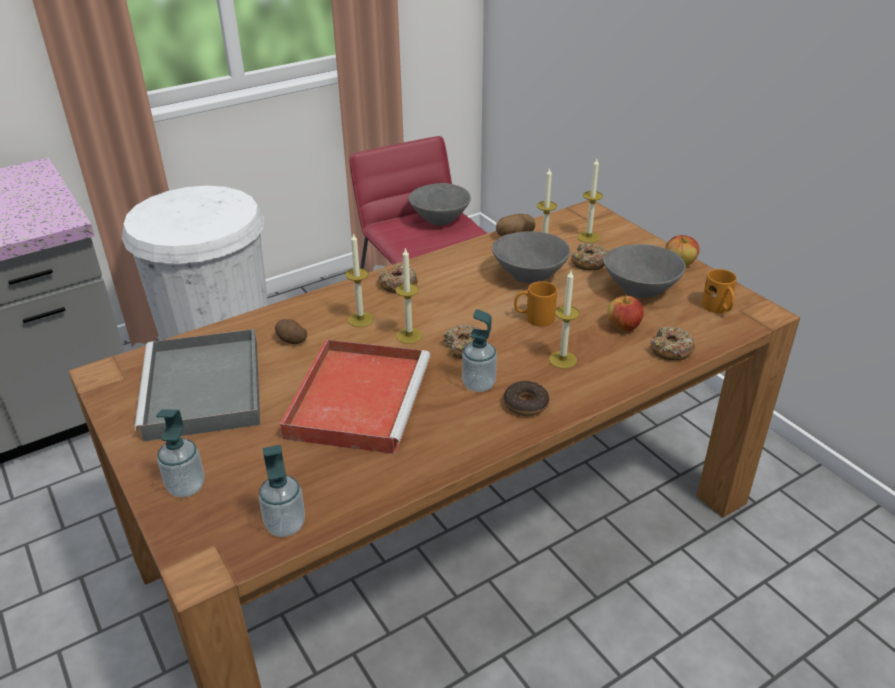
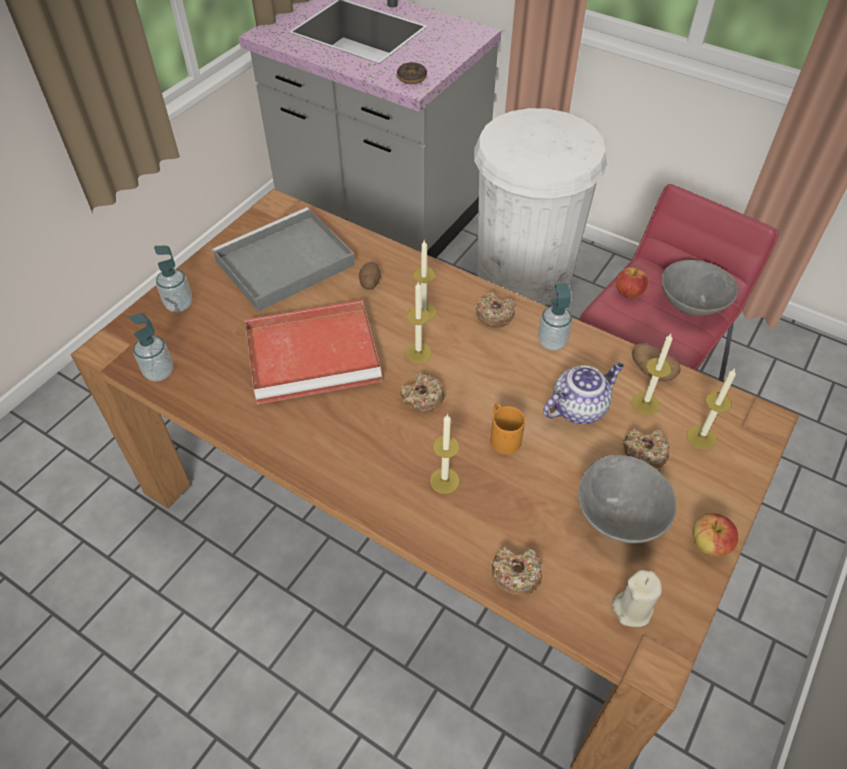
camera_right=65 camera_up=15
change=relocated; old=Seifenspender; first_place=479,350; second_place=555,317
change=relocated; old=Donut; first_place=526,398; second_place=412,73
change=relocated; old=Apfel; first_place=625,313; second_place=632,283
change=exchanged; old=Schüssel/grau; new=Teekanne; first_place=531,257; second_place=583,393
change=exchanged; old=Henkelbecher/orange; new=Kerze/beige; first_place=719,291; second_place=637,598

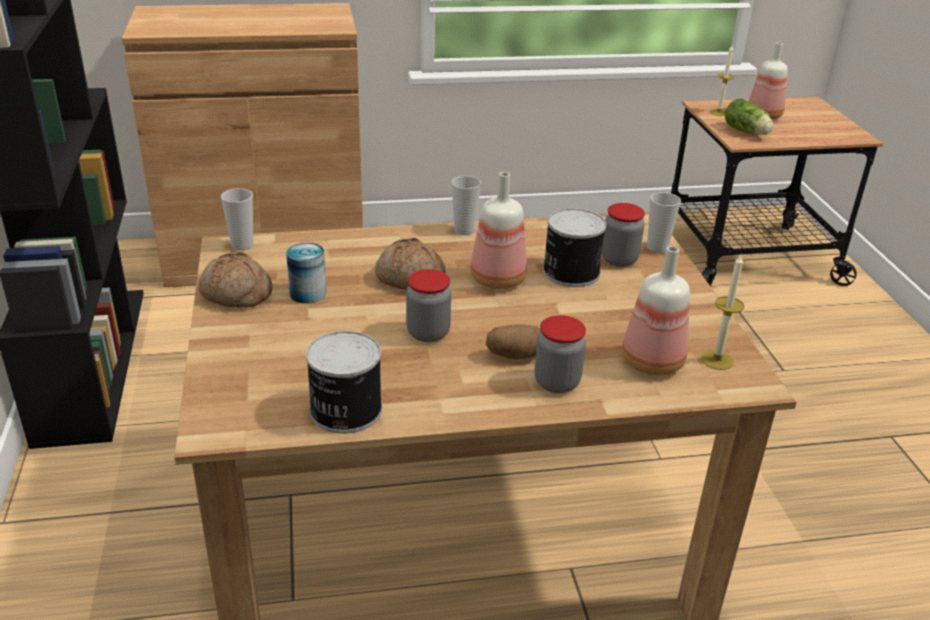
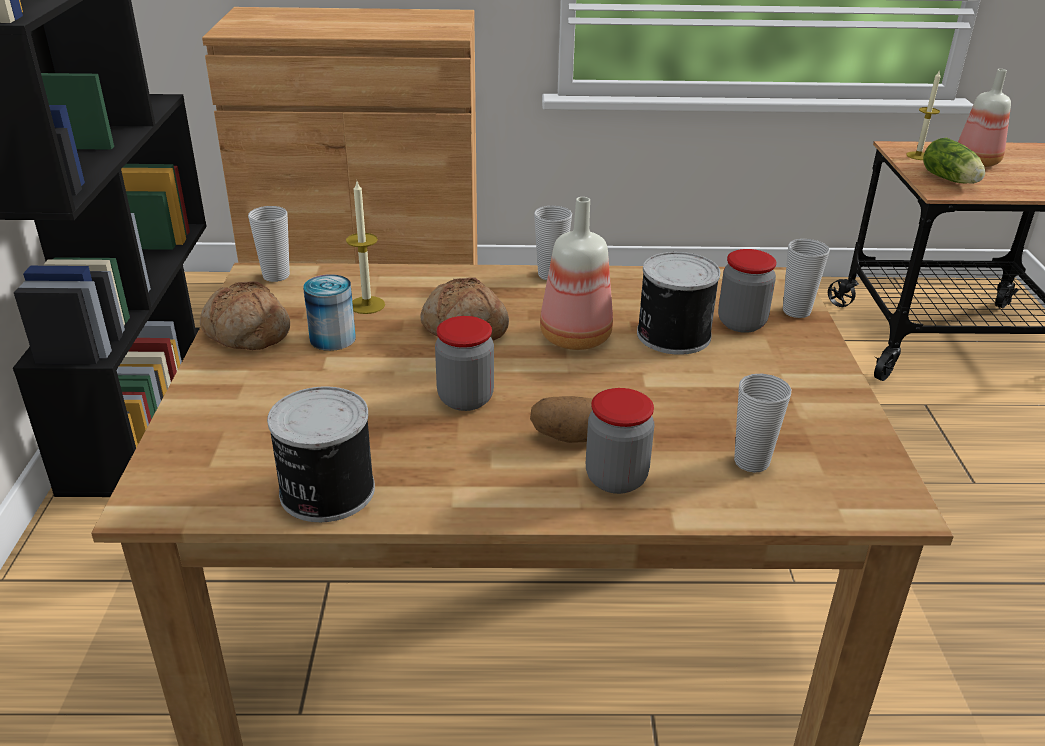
camera_right=10 camera_up=0
change=relocated; old=Kerze; first_place=722,312; second_place=365,247
change=exchanged; old=Flasche; new=Tasse; first_place=656,310; second_place=762,423

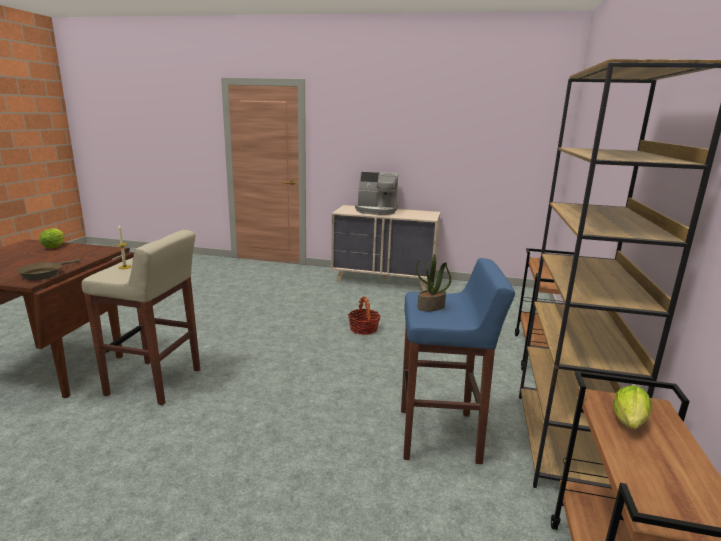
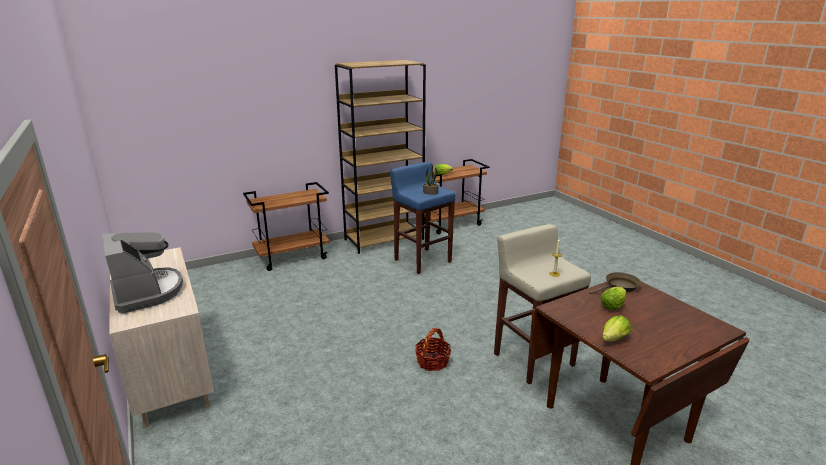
camera_right=-130 camera_up=5
change=appeared; new=Salatkopf; second_place=613,298
change=relocated; old=Korb; first_place=364,315; second_place=433,349

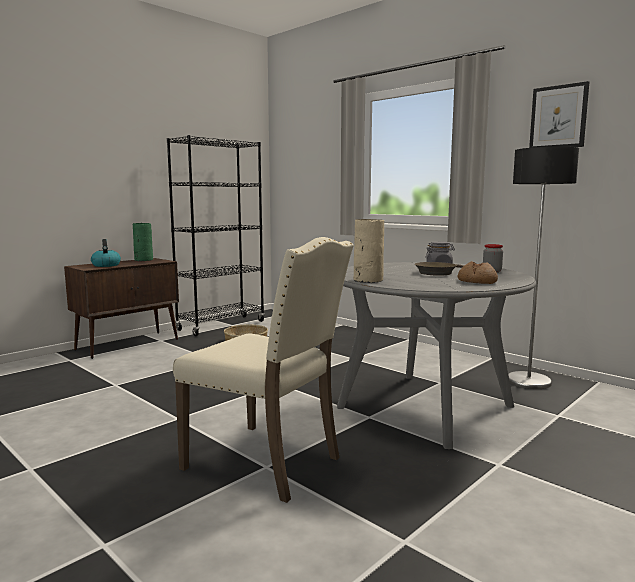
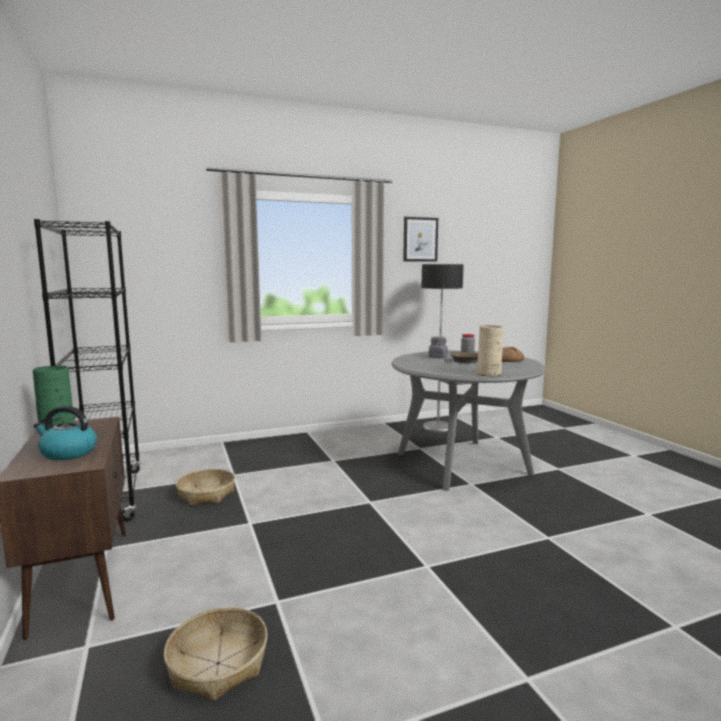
camera_right=-65 camera_up=0
change=missing; old=Stuhl/beige; first_place=263,370
change=appeared; new=Korb; second_place=216,654

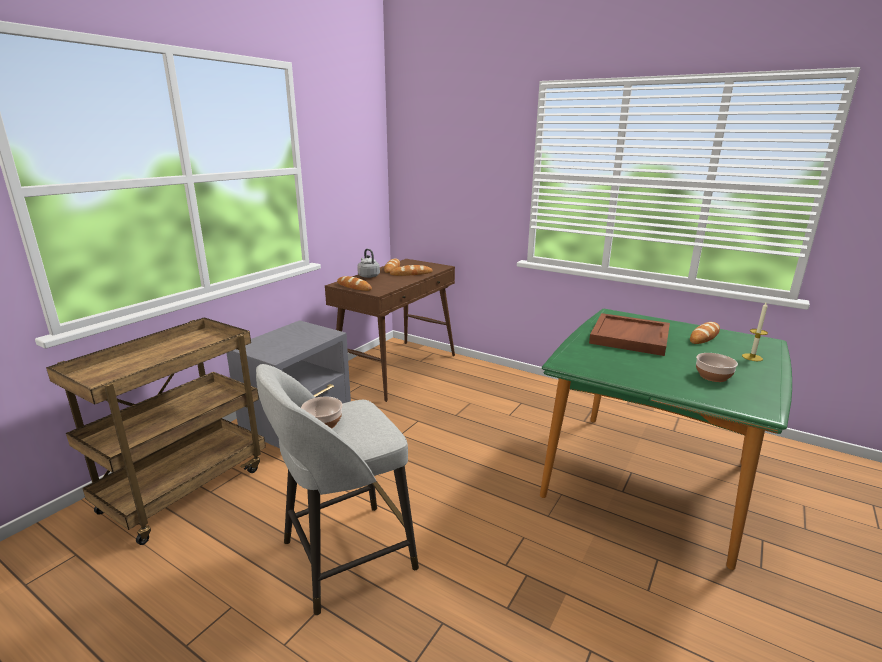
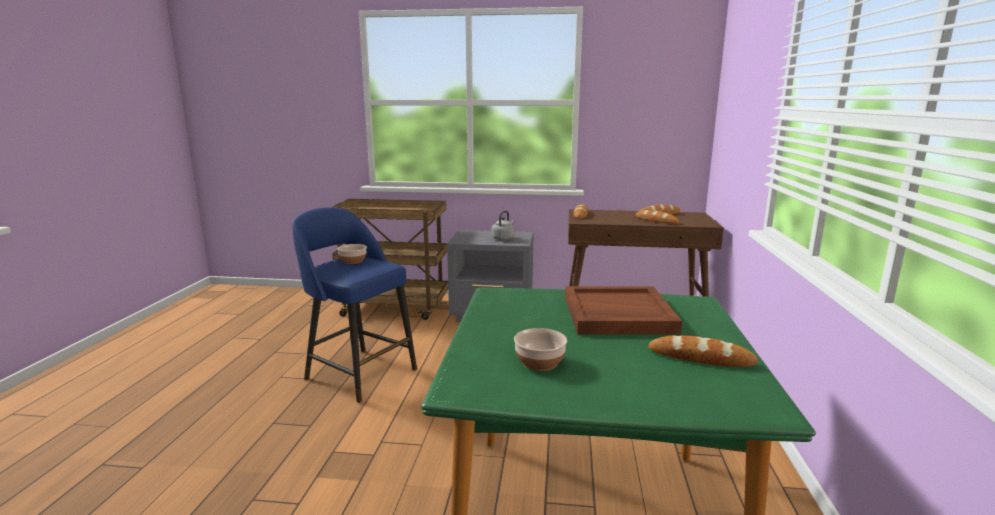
camera_right=65 camera_up=-5
change=missing; old=Kerze; first_place=755,331
change=relocated; old=Wasserkessel/grau; first_place=368,263; second_place=503,225
change=colour; old=Hocker/grau; new=Hocker/blau; first_place=337,489; second_place=354,305

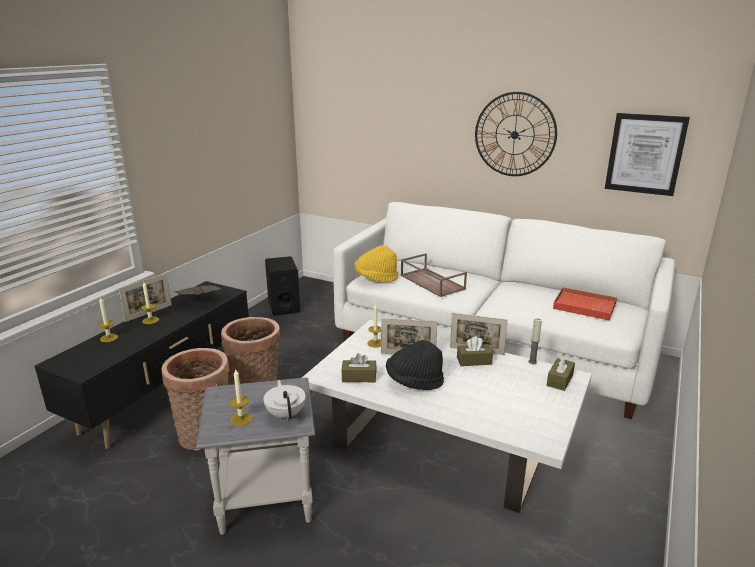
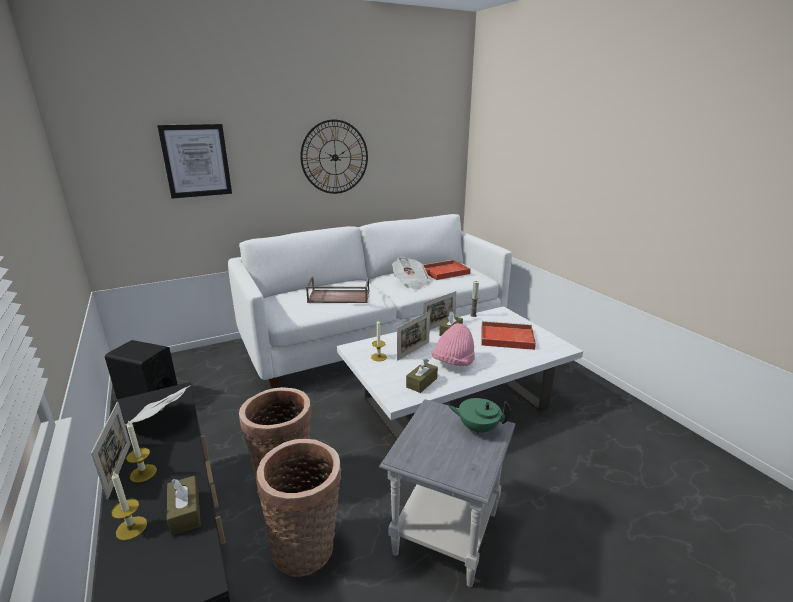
camera_right=-55 camera_up=0
change=missing; old=Kerze; first_place=241,397
change=missing; old=Hut/gelb; first_place=376,263
change=appeared; new=Zeitung; second_place=411,273
change=appeared; new=Tablett/rot; second_place=508,335
change=relocated; old=Taschentuchbox/braun; first_place=561,373; second_place=184,506
change=relocated; old=Bild; first_place=647,154; second_place=194,161
change=colour; old=Teekanne/weiß; new=Teekanne/grün; first_place=284,400; second_place=479,416
change=colour; old=Hut/schwarz; new=Hut/rosa; first_place=415,365; second_place=453,344

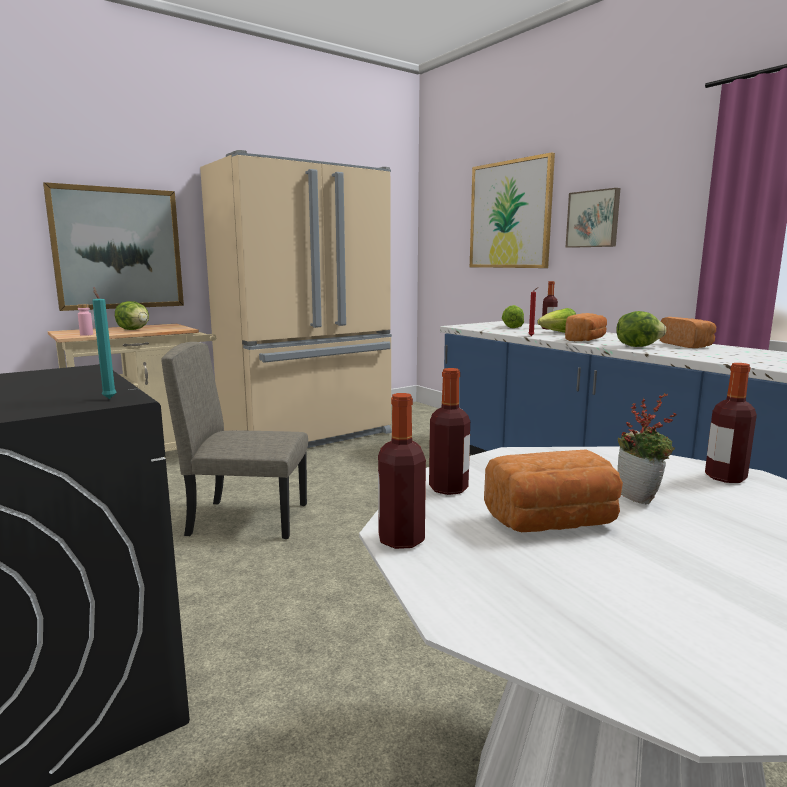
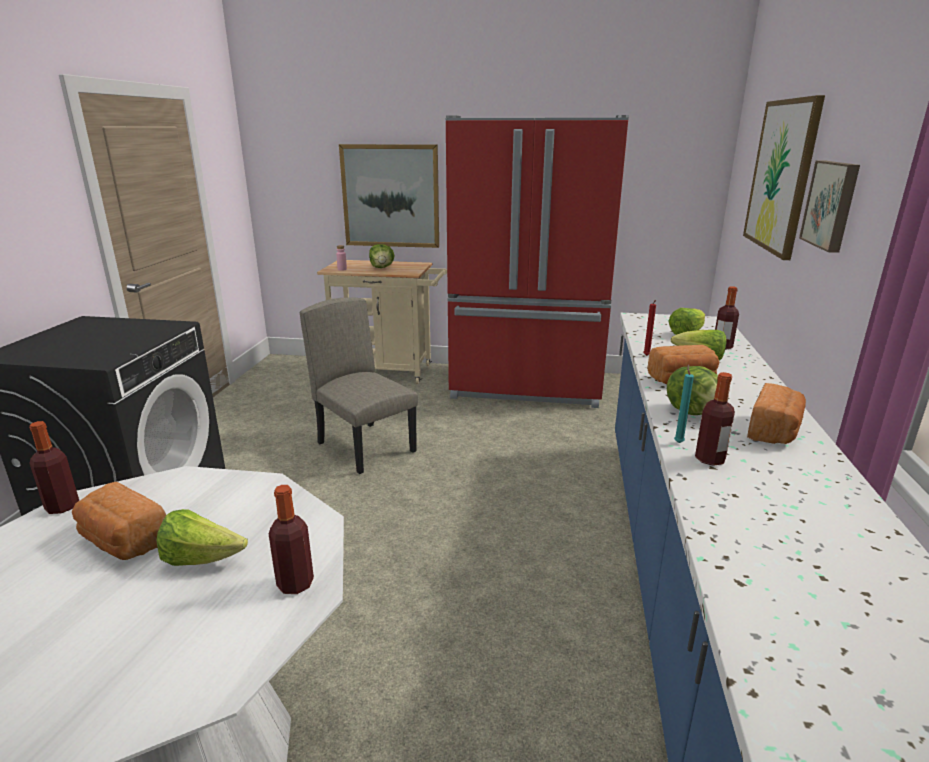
camera_right=45 camera_up=10
change=relocated; old=Kerze/türkis; first_place=104,343; second_place=684,403
change=relocated; old=Flasche; first_place=449,431; second_place=715,419
change=exchanged; old=Topfpflanze; new=Salatkopf; first_place=647,448; second_place=202,537
change=colour; old=Kühlschrank/beige; new=Kühlschrank/rot; first_place=296,299; second_place=537,261

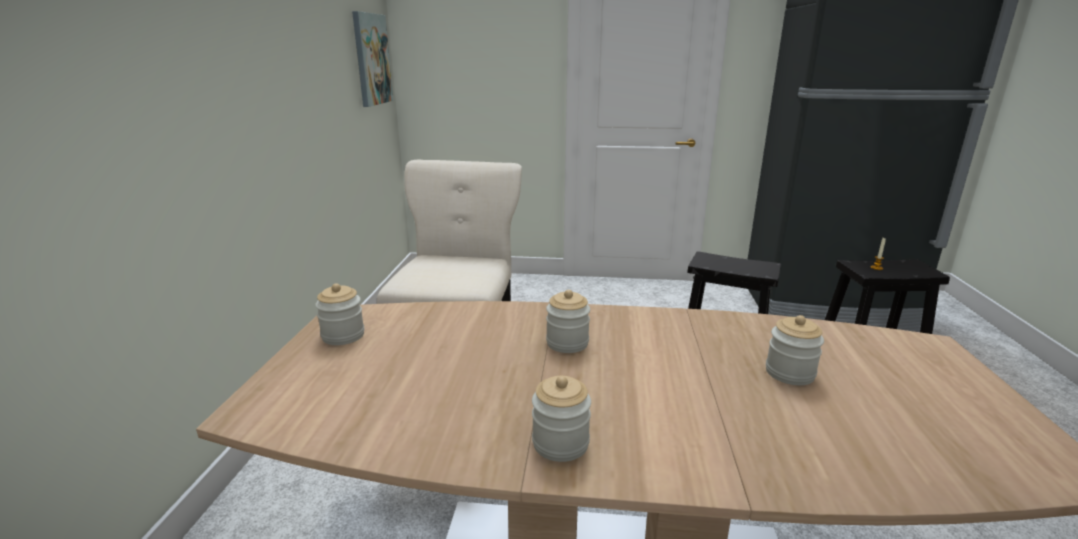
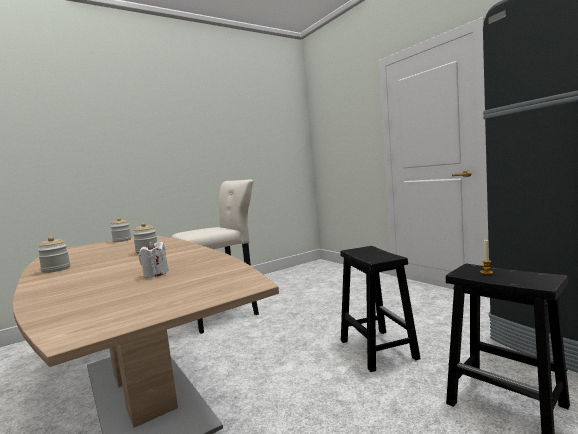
camera_right=50 camera_up=-15
change=missing; old=Bild; first_place=372,59
change=exchanged; old=Vorratsglas; new=Kerze/weiß; first_place=795,350; second_place=154,259

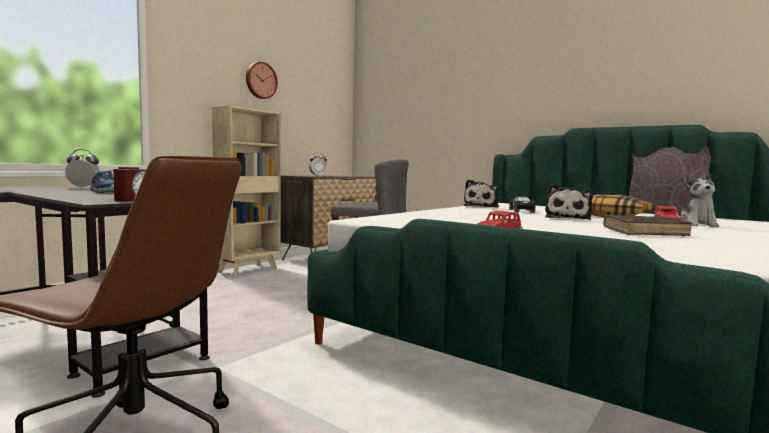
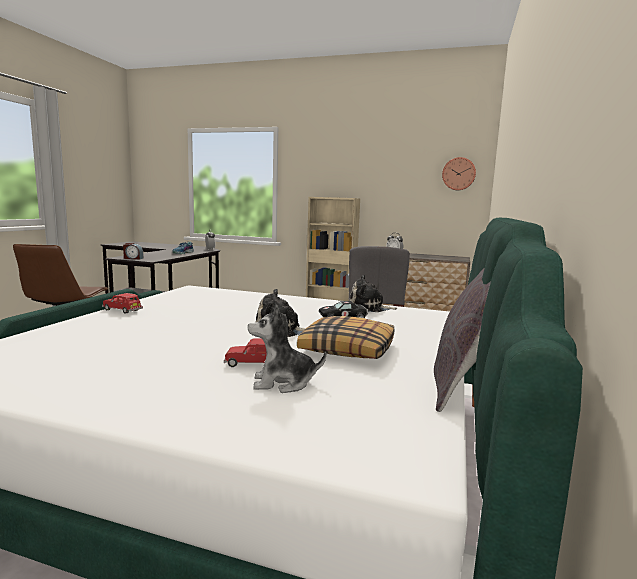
camera_right=70 camera_up=5
change=missing; old=Buch/braun; first_place=647,225
change=relocated; old=Wanduhr; first_place=262,80; second_place=459,173

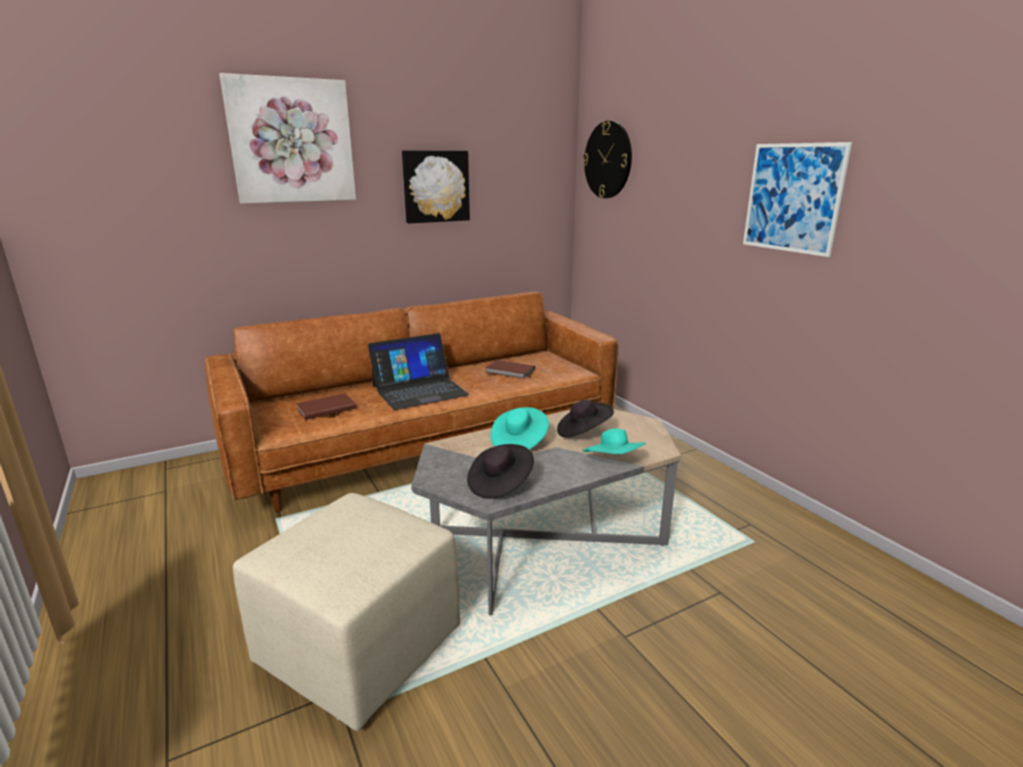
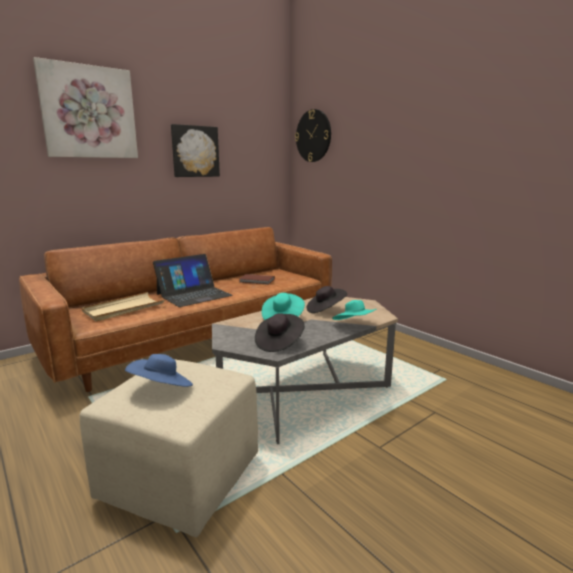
camera_right=-10 camera_up=-5
change=missing; old=Bild; first_place=797,199
change=appeared; new=Hut/blau; second_place=159,370
change=exchanged; old=Buch/braun; new=Tablett/beige; first_place=326,406; second_place=123,306

